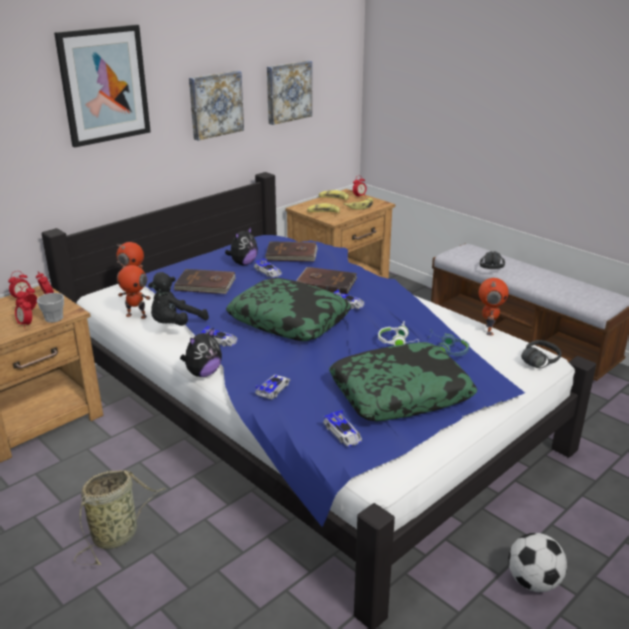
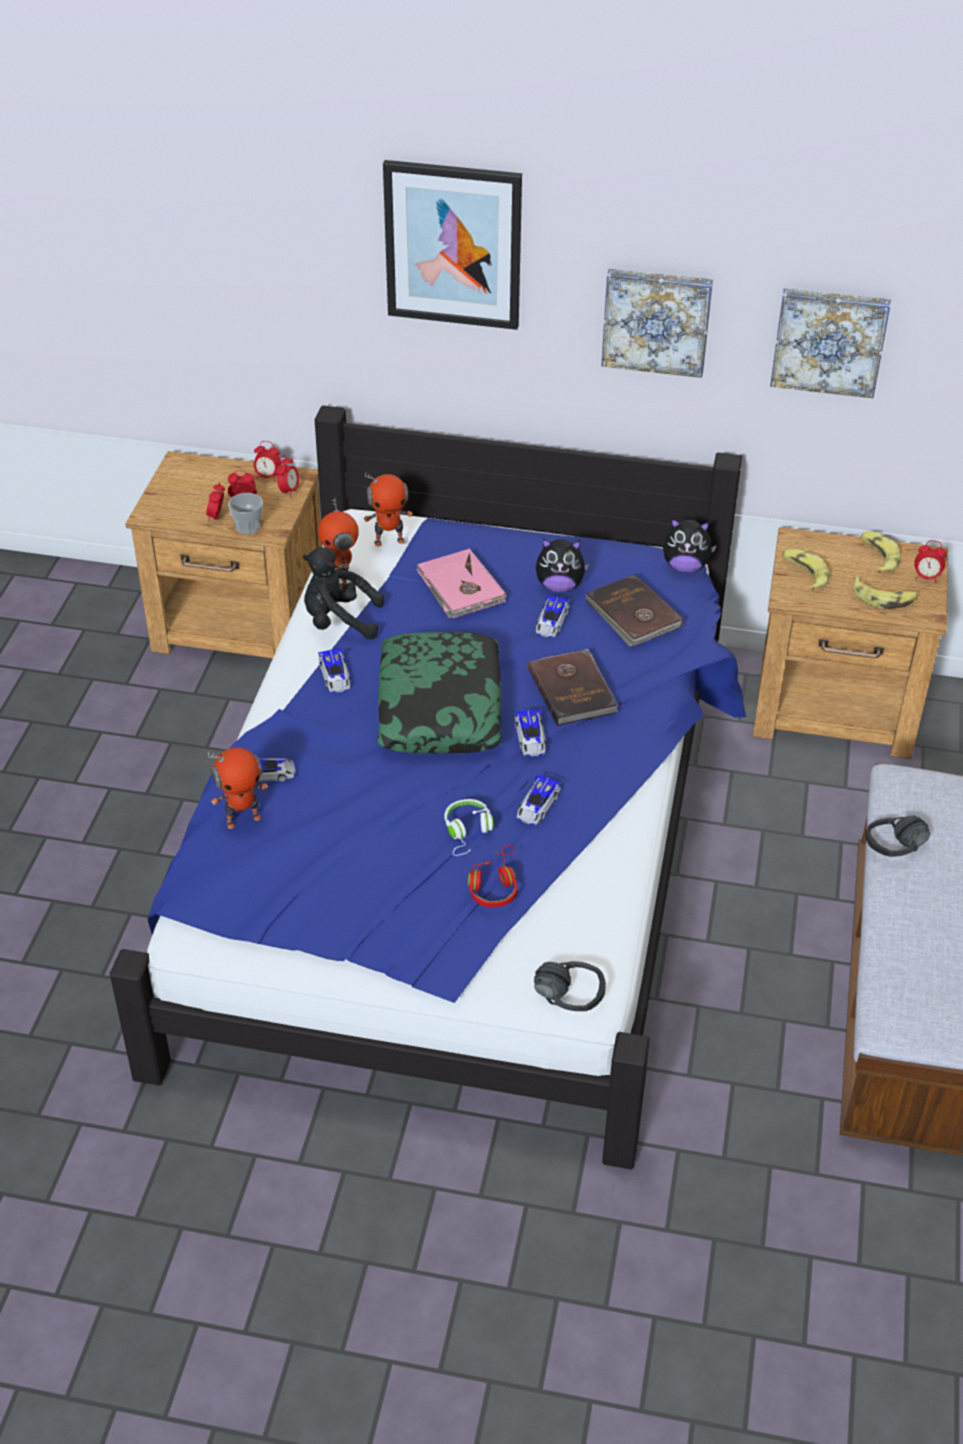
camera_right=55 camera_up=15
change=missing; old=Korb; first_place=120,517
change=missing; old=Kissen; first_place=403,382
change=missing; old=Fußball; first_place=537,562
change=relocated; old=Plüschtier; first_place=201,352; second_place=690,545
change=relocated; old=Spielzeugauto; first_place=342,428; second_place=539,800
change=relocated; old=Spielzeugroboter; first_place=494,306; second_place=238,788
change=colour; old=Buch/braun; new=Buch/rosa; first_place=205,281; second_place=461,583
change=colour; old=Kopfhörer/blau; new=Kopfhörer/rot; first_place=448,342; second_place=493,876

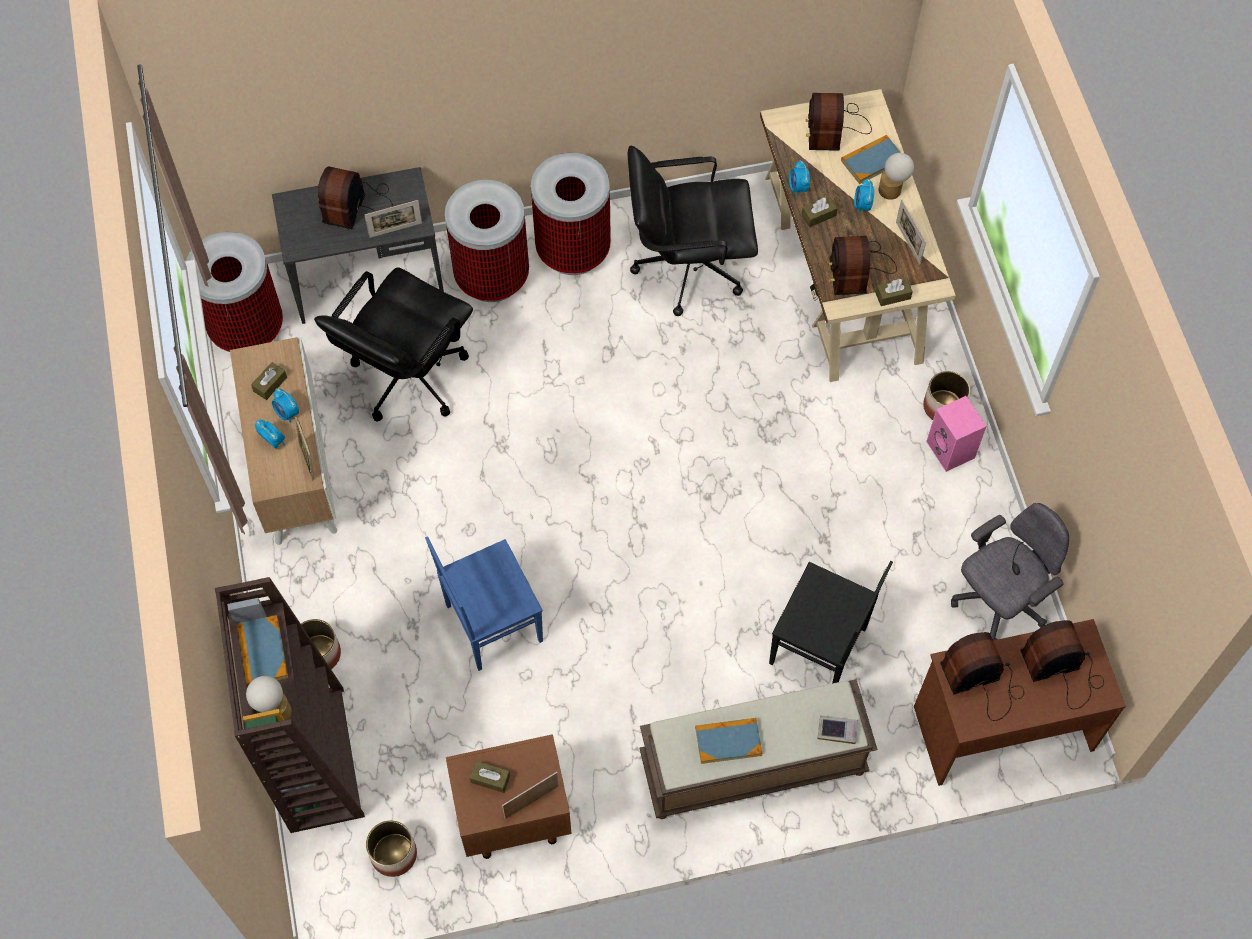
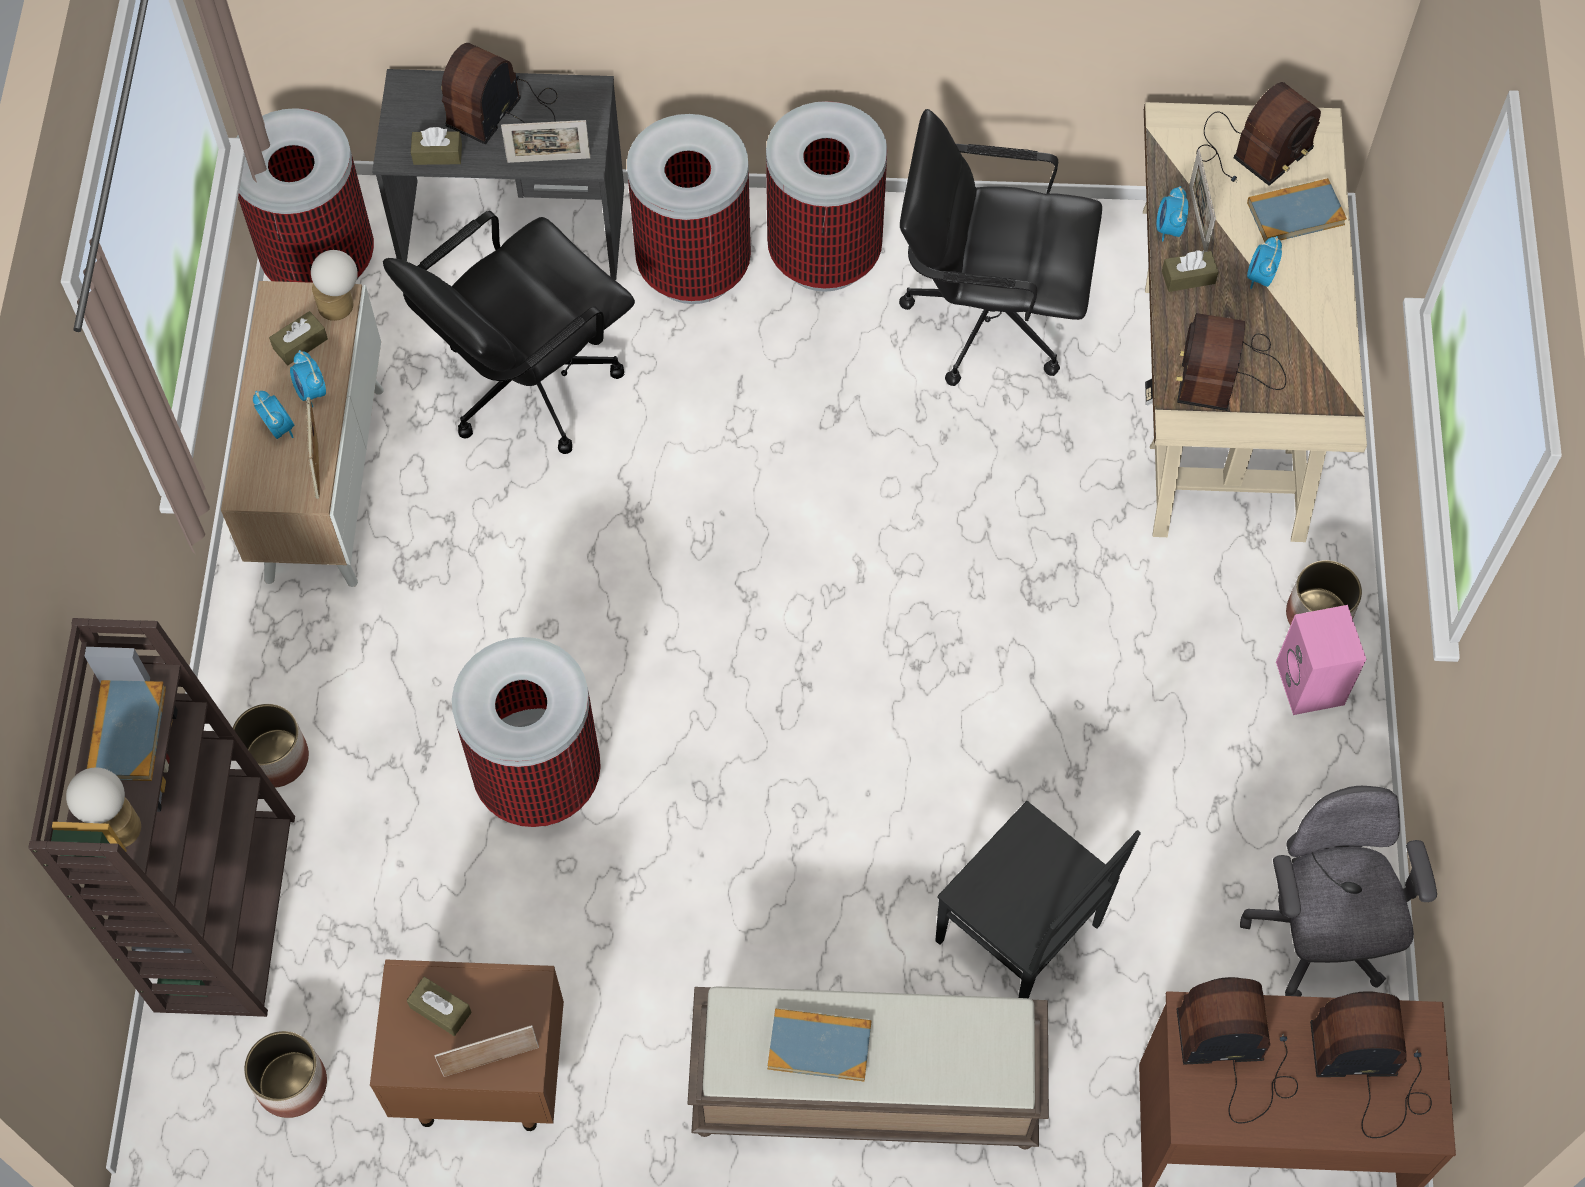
camera_right=15 camera_up=0
change=missing; old=Buch; first_place=838,729
change=relocated; old=Taschentuchbox/braun; first_place=894,292; second_place=436,146
change=relocated; old=Tischlampe; first_place=896,176; second_place=334,285
change=relocated; old=Bilderrahmen; first_place=911,232; second_place=1202,200
change=exchanged; old=Stuhl/blau; new=Mülleimer; first_place=484,603; second_place=526,732
change=spun; old=Radio; first_place=839,122; second_place=1258,134; degrees=-150
change=spun; old=Bürostuhl/grau; first_place=1010,571; second_place=1338,891; degrees=-75

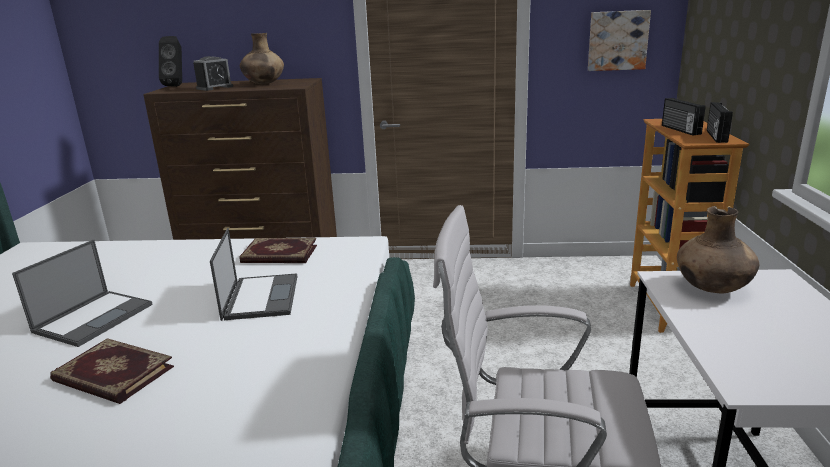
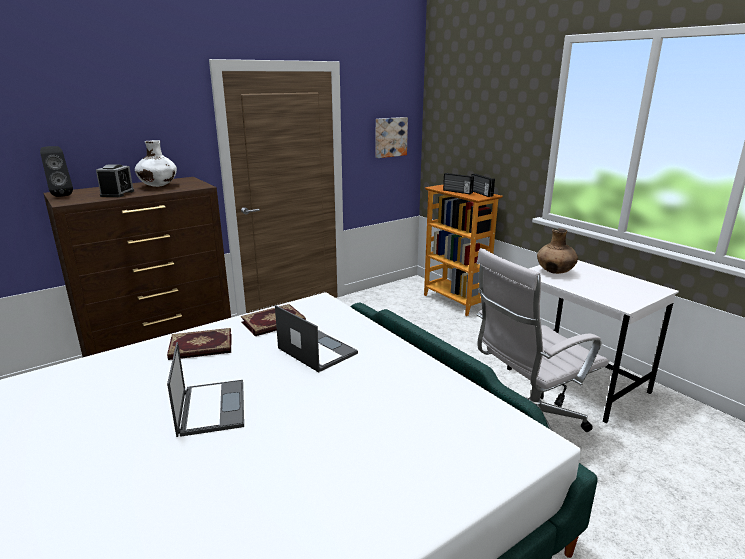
camera_right=-40 camera_up=0
change=relocated; old=Buch; first_place=112,371; second_place=199,344
change=colour; old=Vase/braun; new=Vase/weiß; first_place=262,58; second_place=156,163

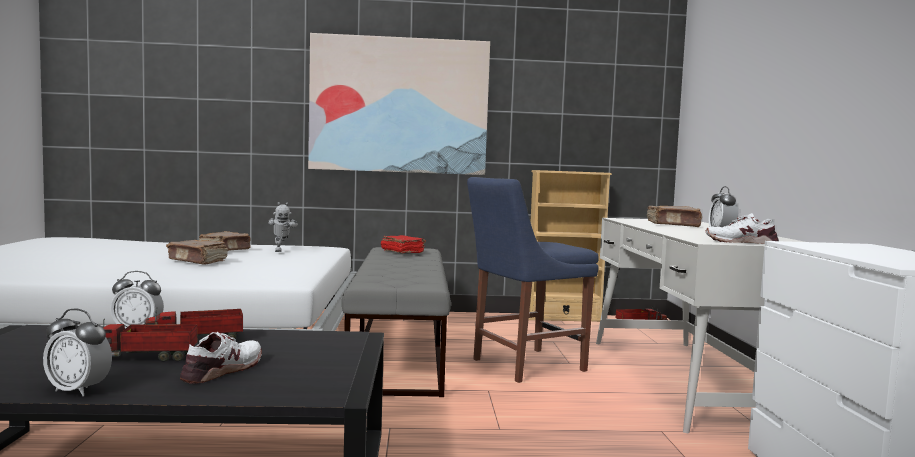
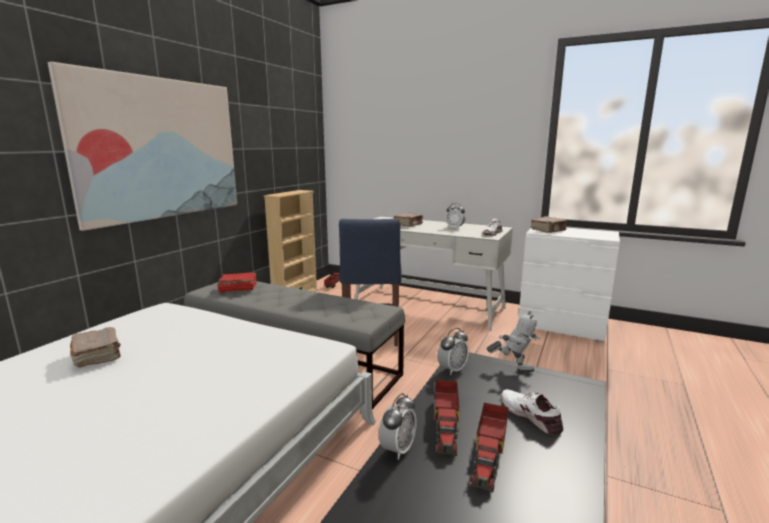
camera_right=-60 camera_up=10
change=relocated; old=Wecker; first_place=77,352; second_place=453,351
change=relocated; old=Buch/braun; first_place=197,252; second_place=549,224
change=relocated; old=Spielzeugroboter; first_place=283,227; second_place=513,341

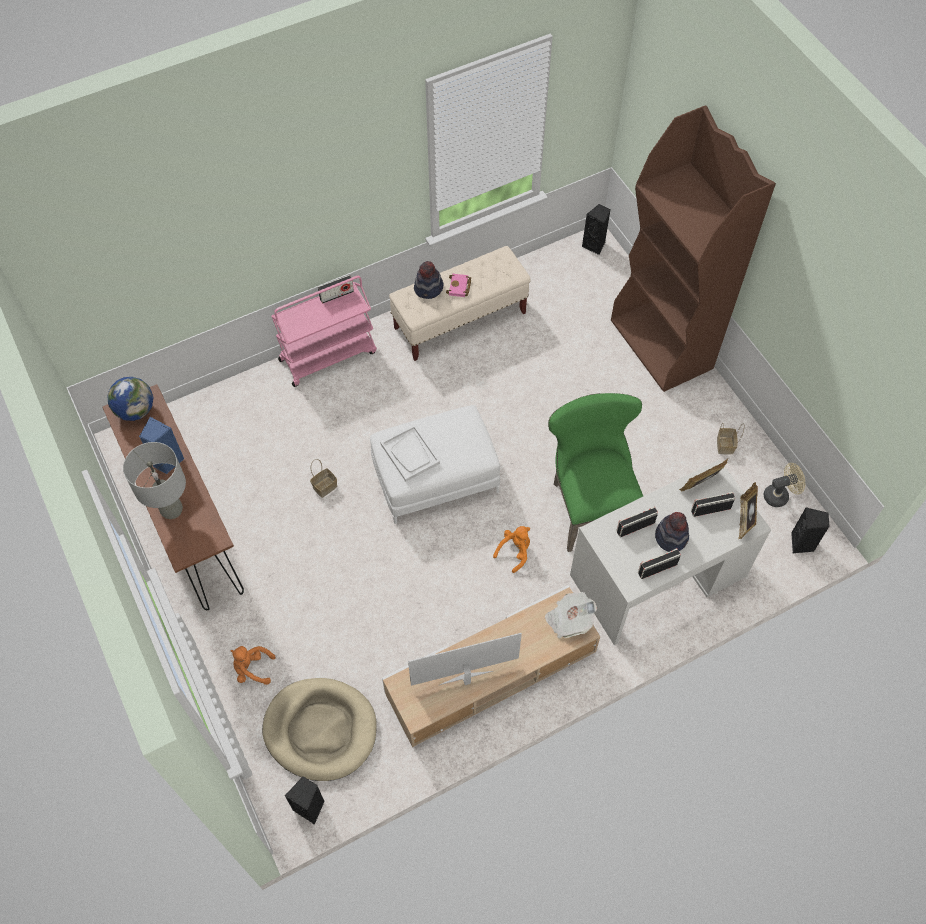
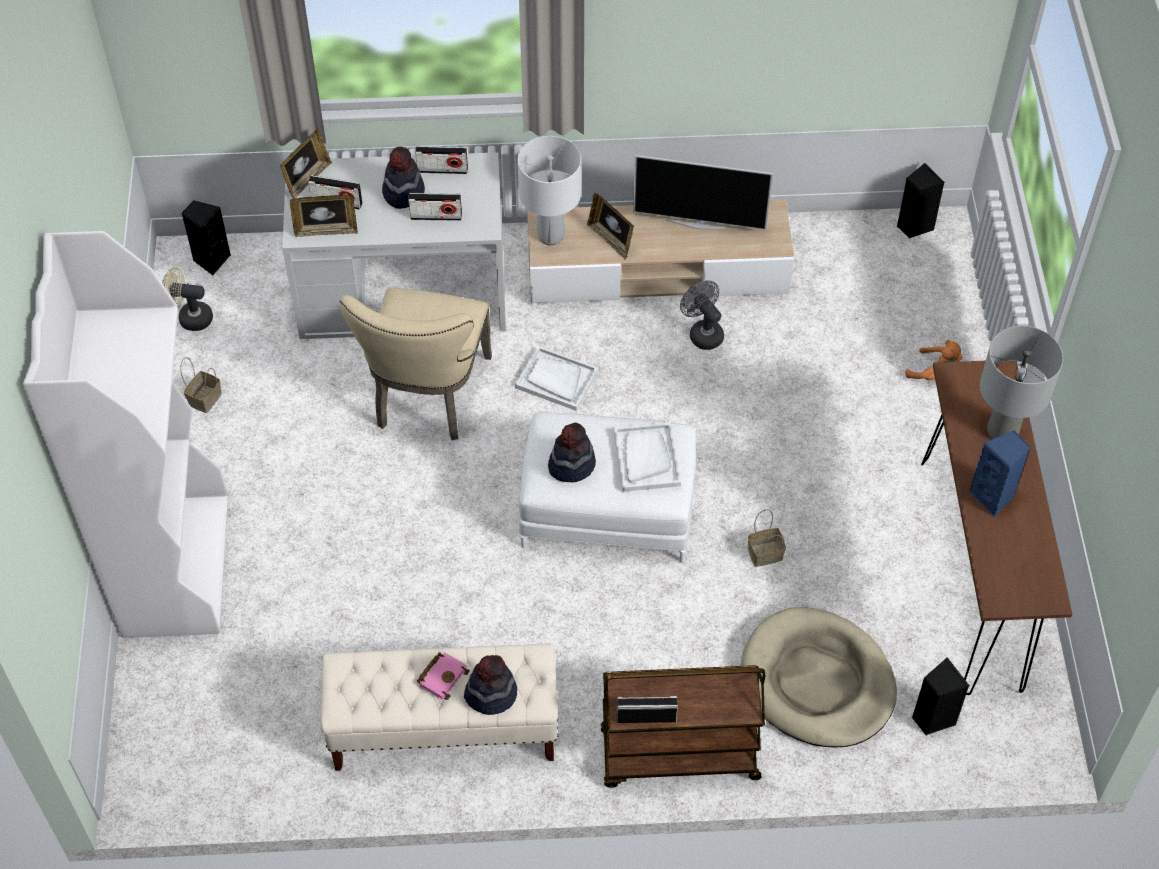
camera_right=-155 camera_up=-5
change=missing; old=Globus; first_place=130,399
change=appeared; new=Hut; second_place=572,452
change=appeared; new=Bilderrahmen; second_place=610,226
change=appeared; new=Ventilator/grau; second_place=702,315
change=relocated; old=Hundebett/beige; first_place=319,729; second_place=819,677
change=relocated; old=Lautsprecher/schwarz; first_place=596,229; second_place=941,696
change=exchanged; old=Plüschtier/orange; new=Tablett/weiß; first_place=511,549; second_place=557,378
change=exchanged; old=Zeitung; new=Tischlampe/weiß; first_place=571,615; second_place=549,190
change=colour; old=Rollwagen/rosa; new=Rollwagen/braun; first_place=324,331; second_place=683,726
change=colour; old=Stuhl/grün; new=Stuhl/beige; first_place=595,472; second_place=416,363
change=colour; old=Bücherregal/braun; new=Bücherregal/weiß; first_place=693,248; second_place=125,434

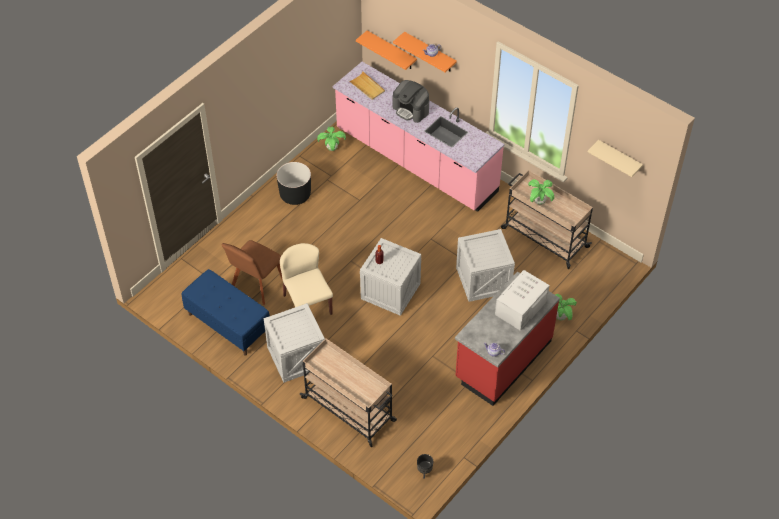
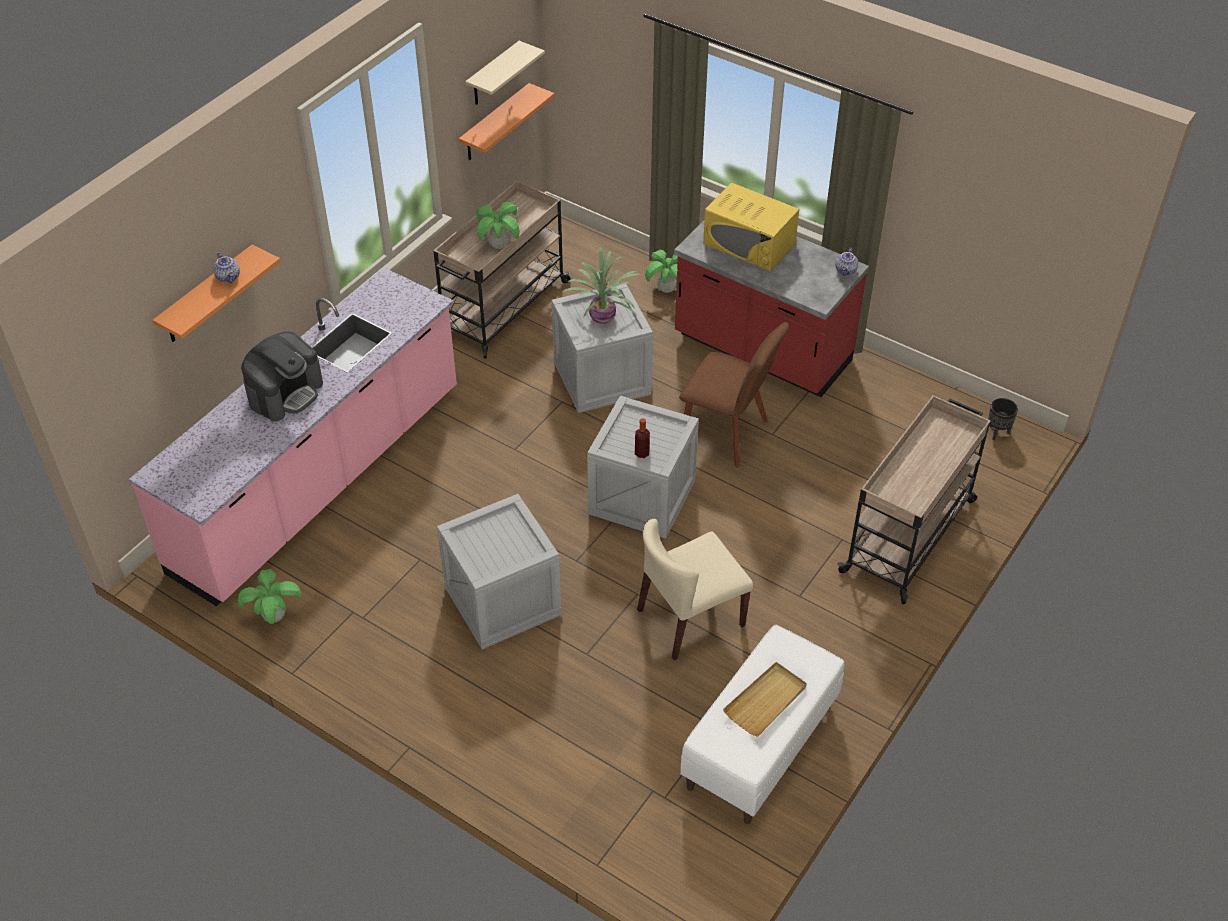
camera_right=-95 camera_up=-5
change=missing; old=Pflanzkübel/schwarz; first_place=293,183
change=appeared; new=Topfpflanze; second_place=600,285
change=relocated; old=Stuhl/braun; first_place=251,272; second_place=734,395
change=relocated; old=Kiste; first_place=294,343; second_place=499,571
change=relocated; old=Tablett/beige; first_place=366,86; second_place=765,699
change=relocated; old=Wandregal/orange; first_place=386,50; second_place=507,121
change=colour; old=Bank/blau; new=Bank/weiß; first_place=226,312; second_place=762,724
change=colour; old=Mikrowelle/weiß; new=Mikrowelle/gelb; first_place=522,300; second_place=751,226

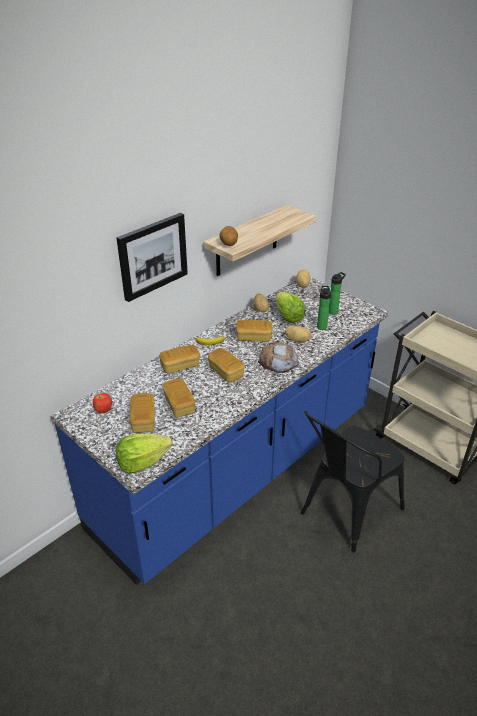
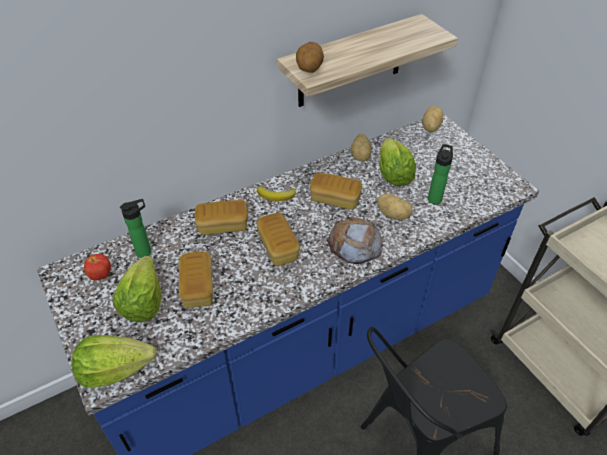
camera_right=15 camera_up=10
change=missing; old=Bild; first_place=152,257
change=relocated; old=Flasche; first_place=337,293; second_place=135,228
change=exchanged; old=Brot; new=Salatkopf; first_place=142,413; second_place=137,289

